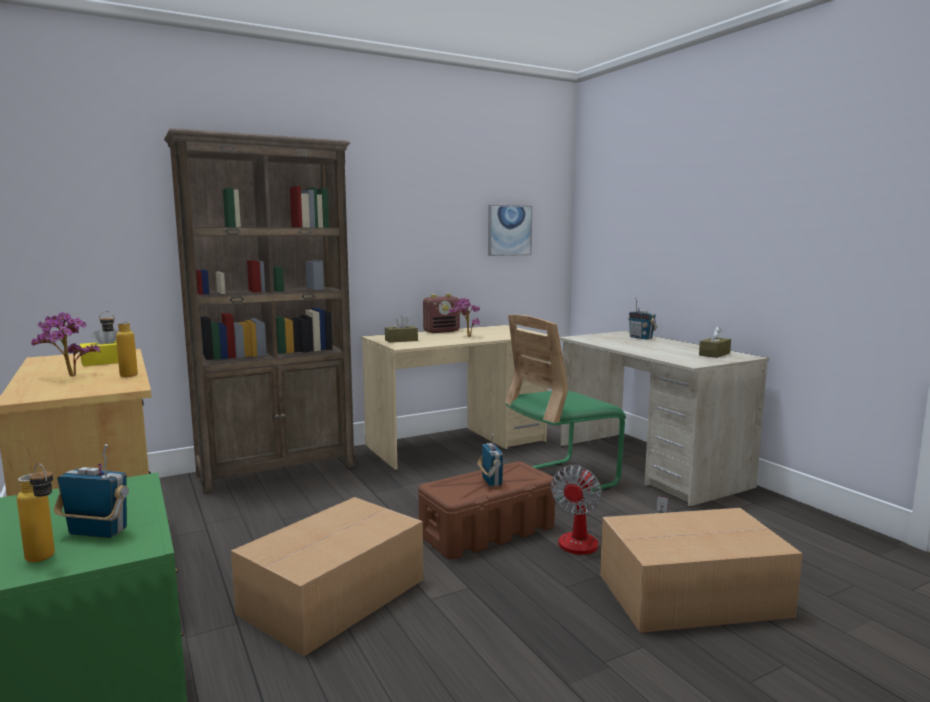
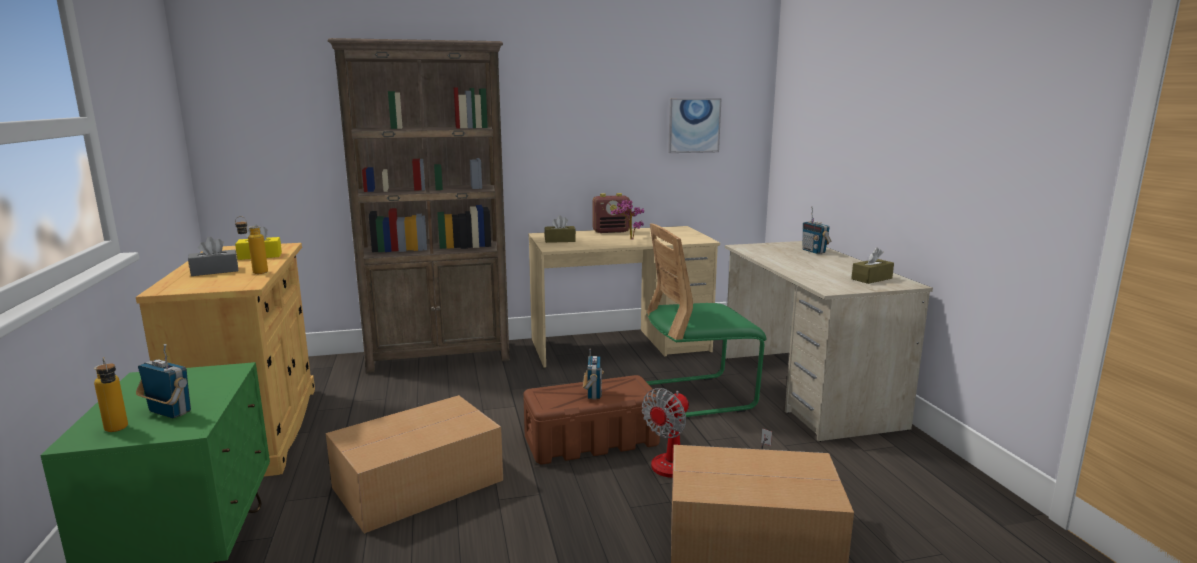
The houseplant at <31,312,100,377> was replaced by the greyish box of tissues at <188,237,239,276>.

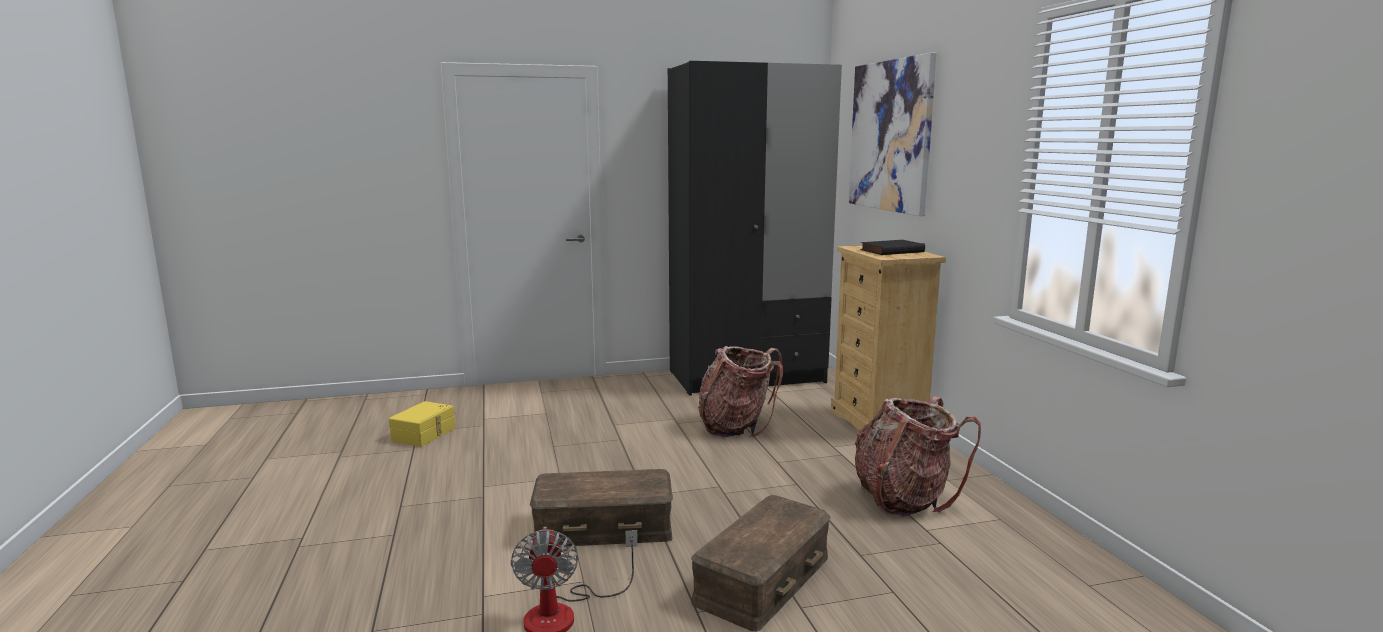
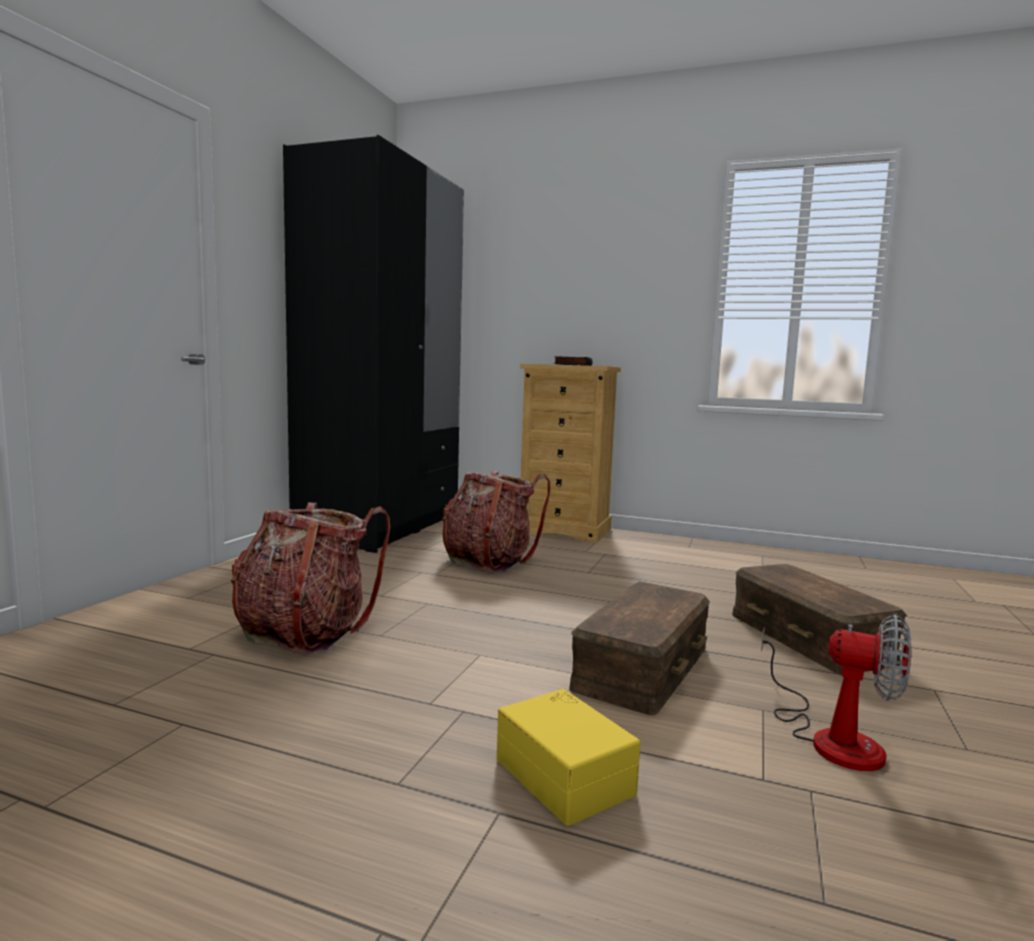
The knapsack moved from <855,396,981,517> to <230,502,390,654>.
The yellow storage box moved from <389,401,455,447> to <497,689,640,826>.
The wall art at <849,52,937,216> disappeared.

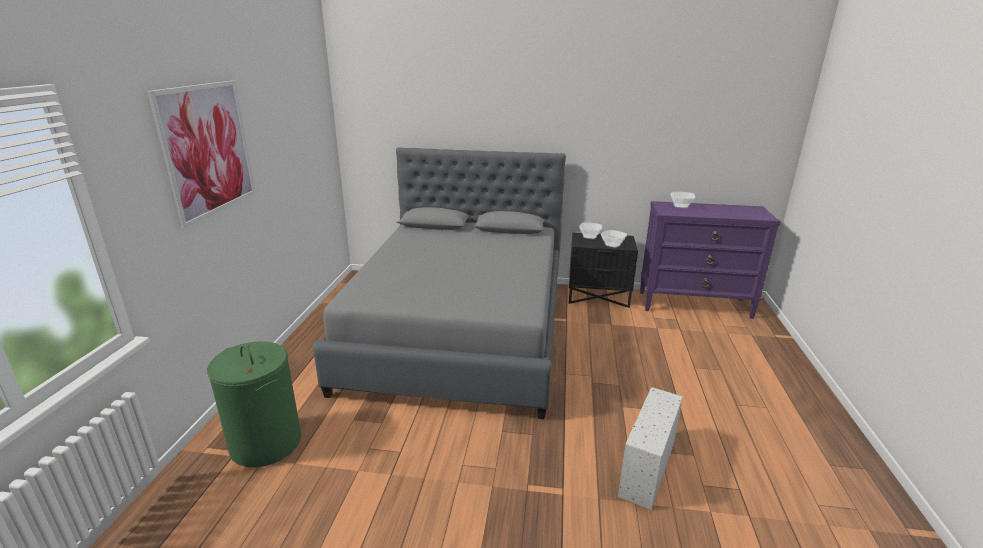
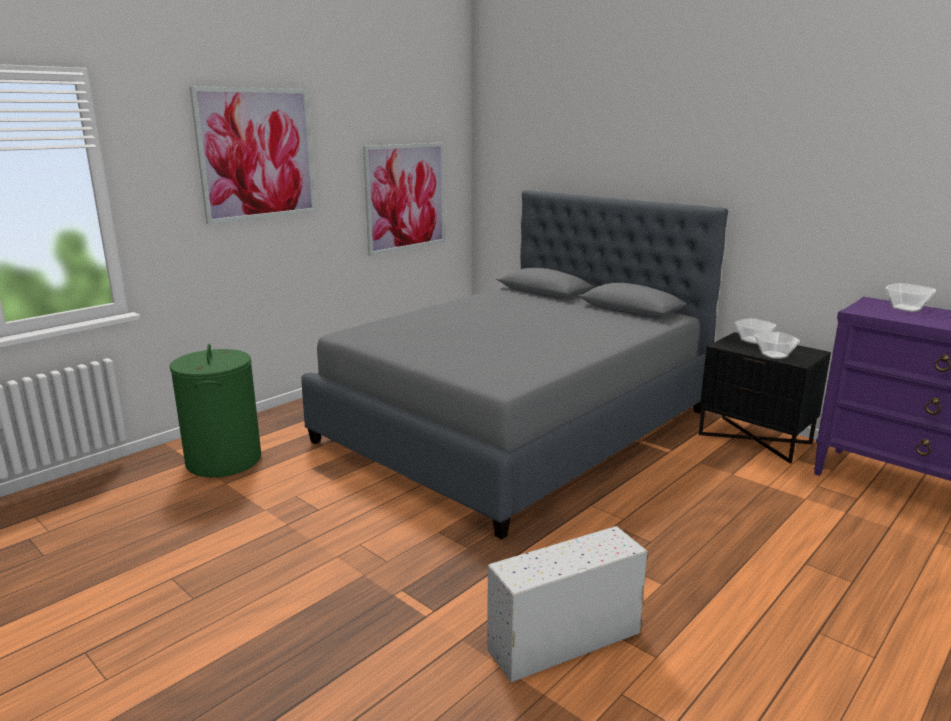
The wall art at <363,143,445,256> appeared.

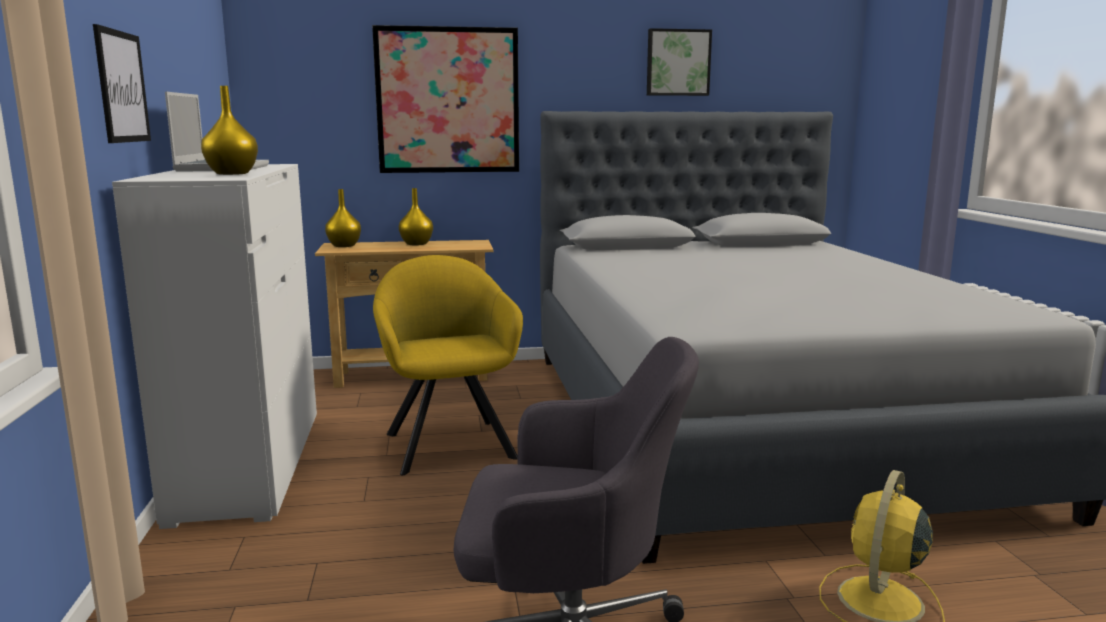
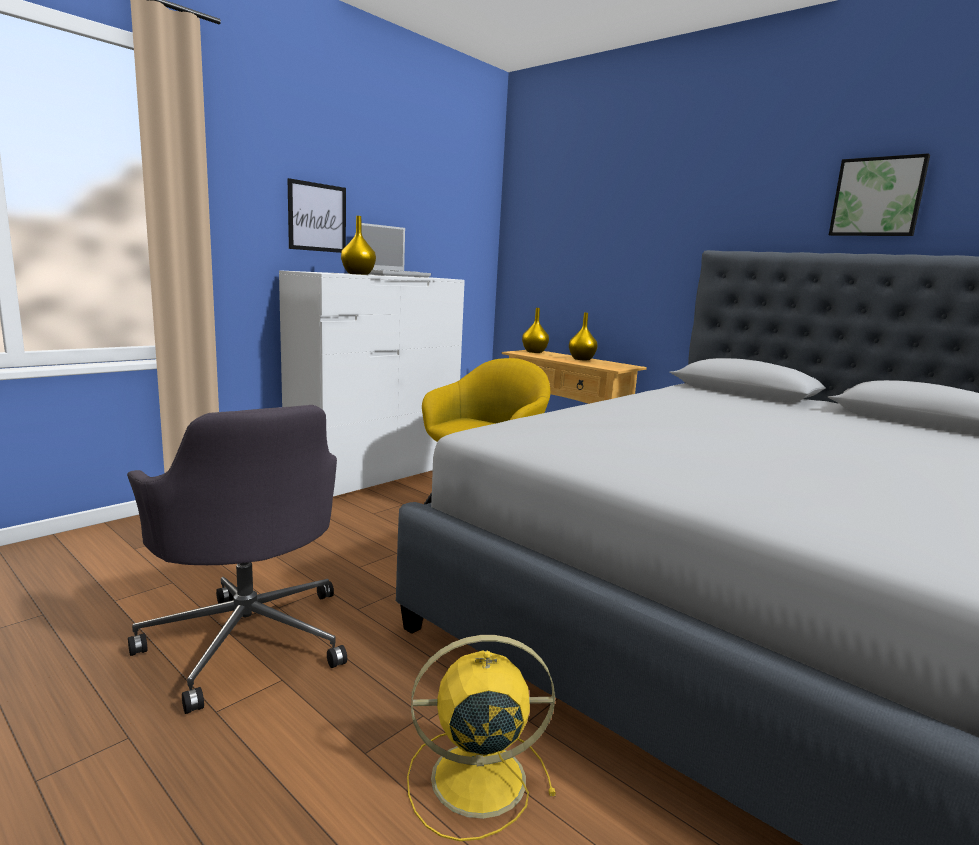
The wall art at <372,25,519,173> disappeared.

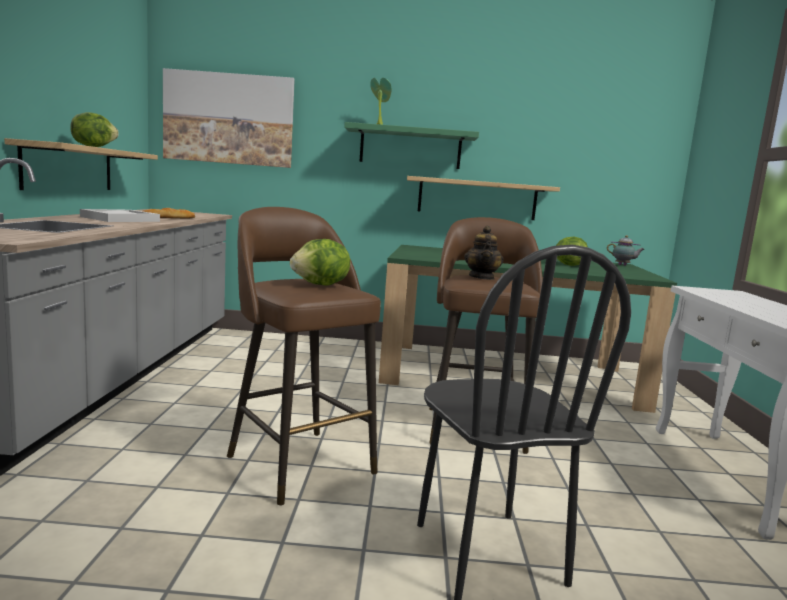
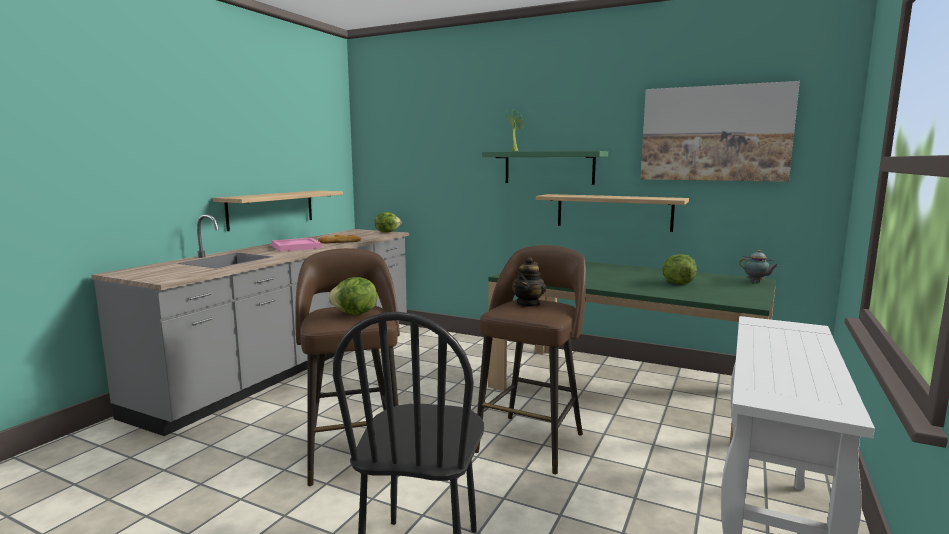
The whitish tray at <80,209,160,222> became the pink-coloured tray at <272,238,322,252>.
The head of lettuce moved from <70,112,119,147> to <374,212,401,233>.
The wall art moved from <163,68,295,168> to <641,81,800,182>.

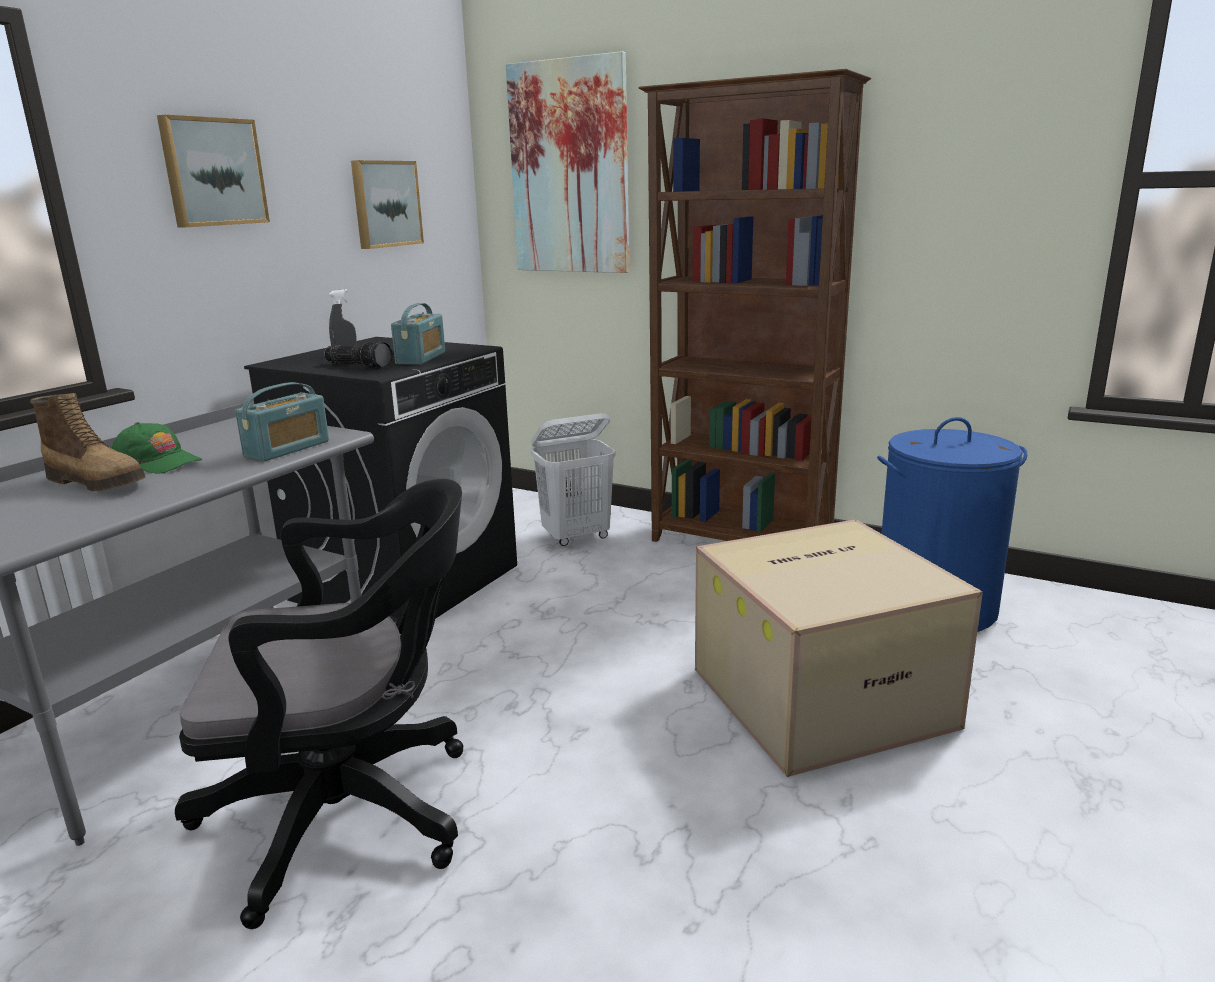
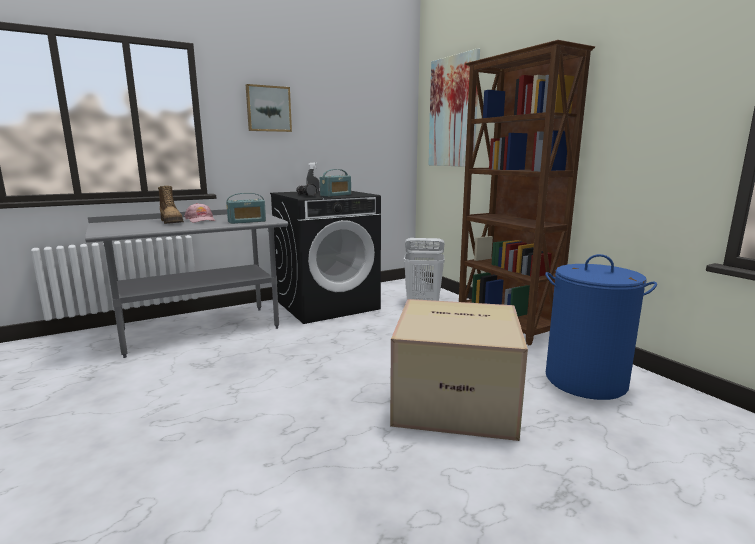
The green baseball cap at <112,422,202,474> became the pink-coloured baseball cap at <184,203,215,223>.
The black computer chair at <175,479,463,929> disappeared.
The wall art at <351,160,424,249> disappeared.

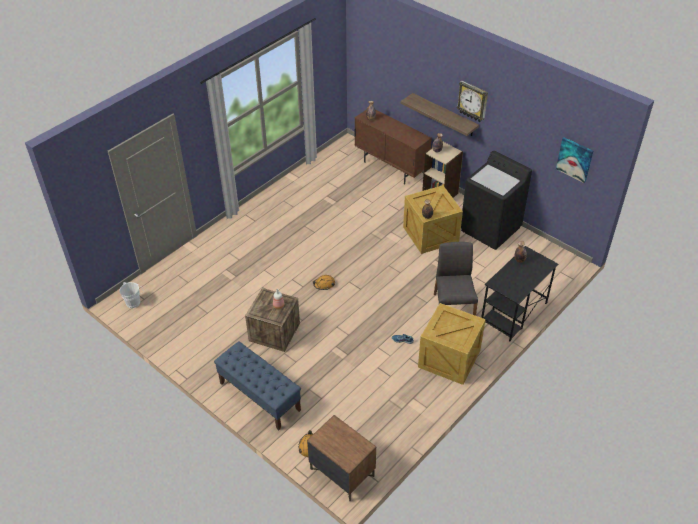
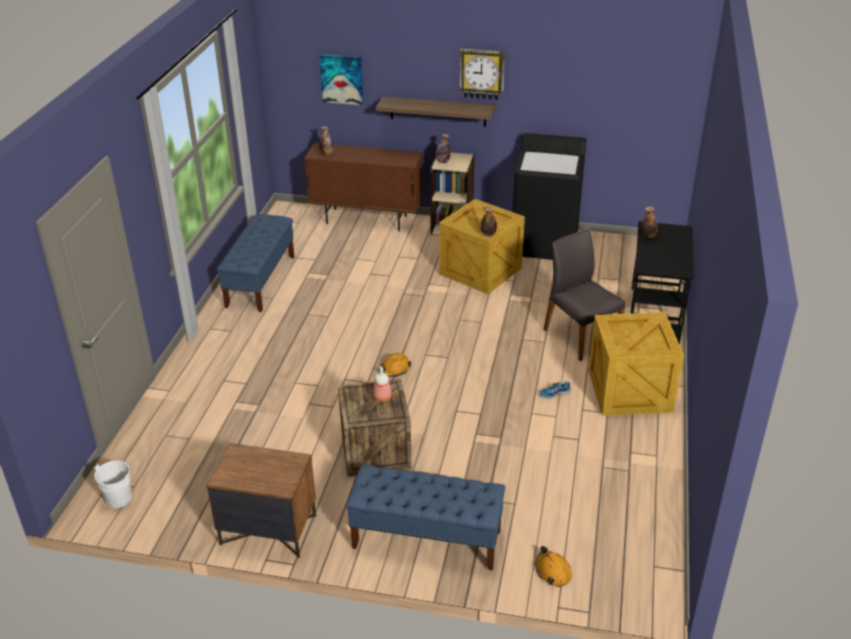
The brown bedside table moved from <307,415,376,501> to <207,443,316,558>.
The blue-coloured bench at <217,214,294,312> appeared.
The wall art moved from <556,137,593,183> to <319,54,363,105>.

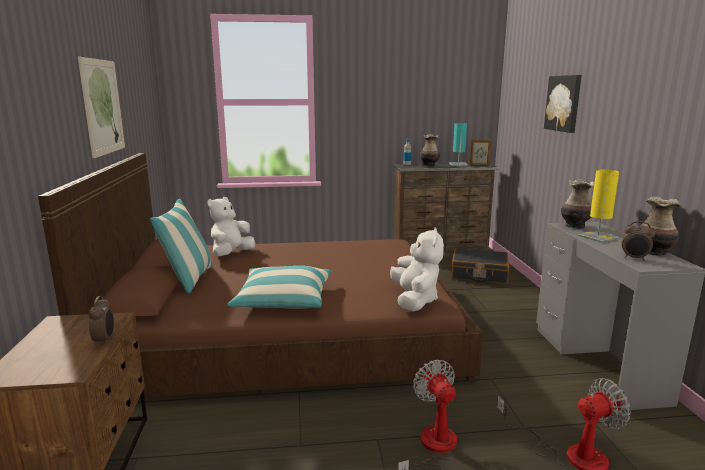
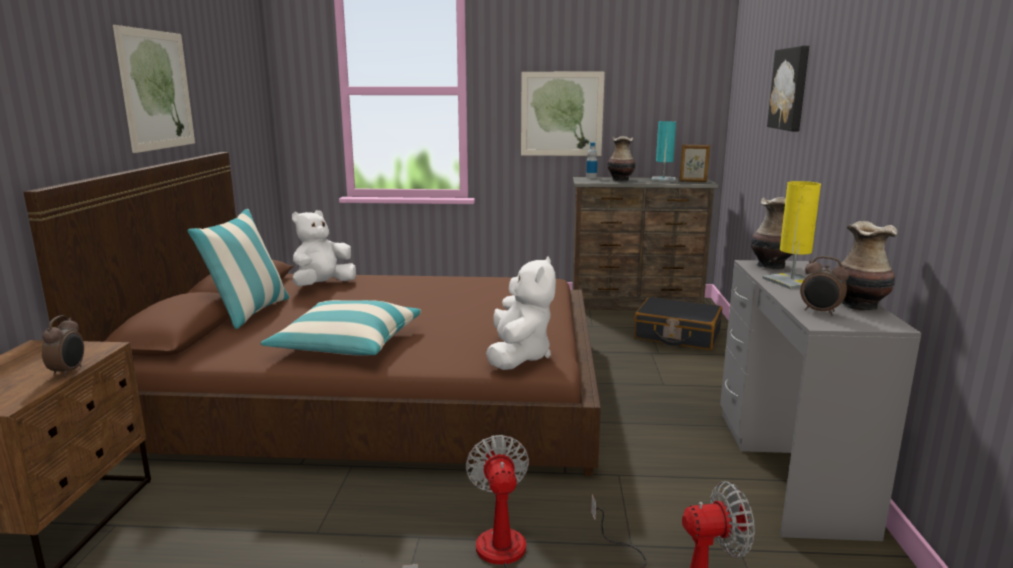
The wall art at <521,72,605,156> appeared.

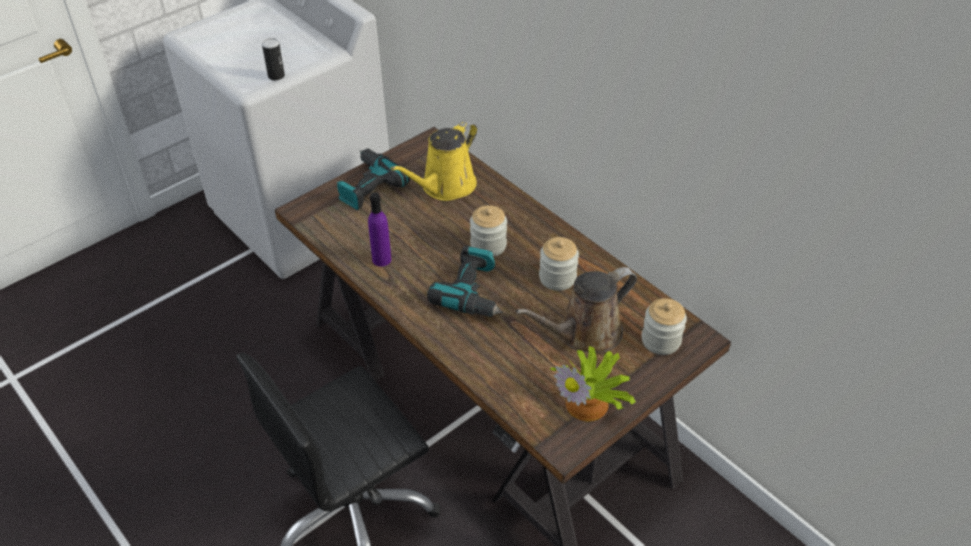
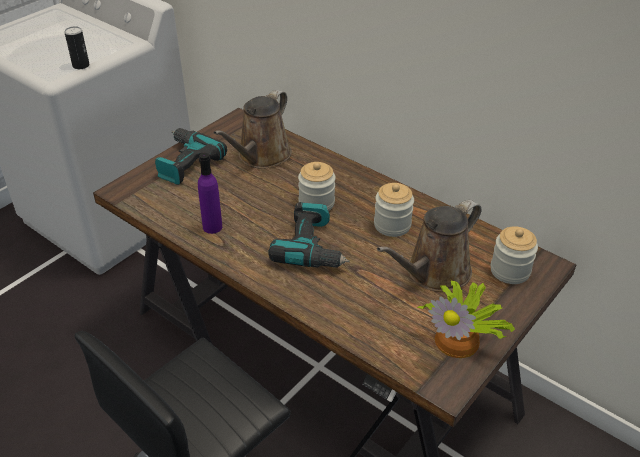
The yellow watering can at <391,121,477,201> became the brown watering can at <213,90,292,169>.

